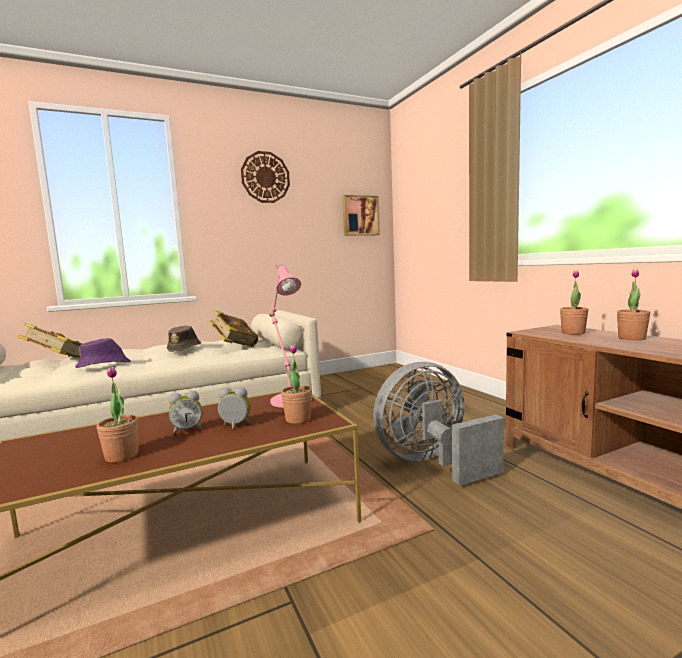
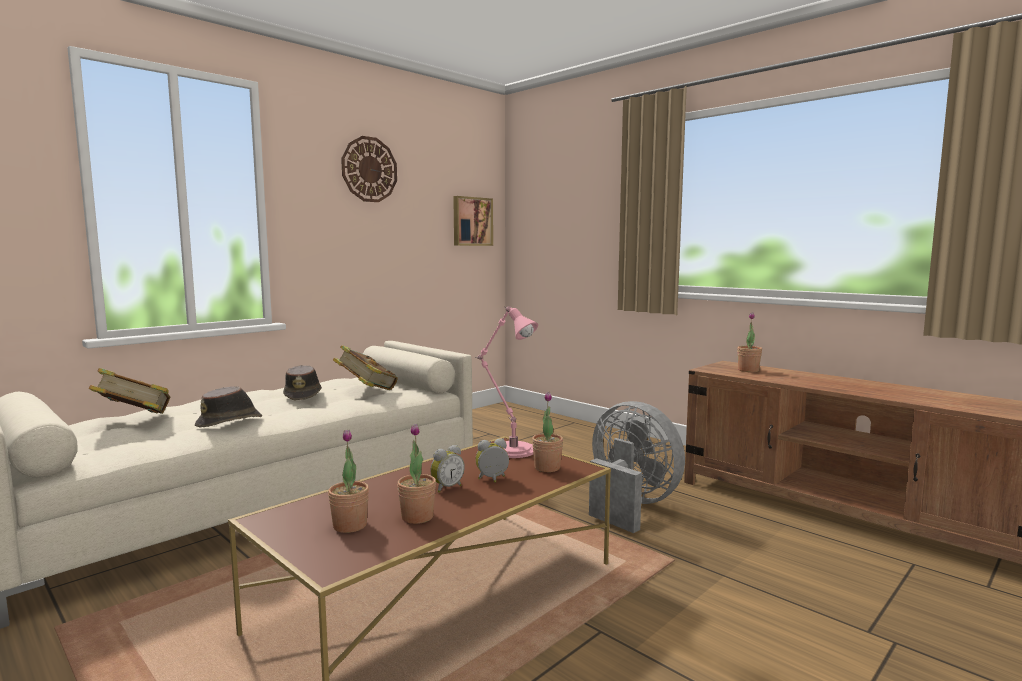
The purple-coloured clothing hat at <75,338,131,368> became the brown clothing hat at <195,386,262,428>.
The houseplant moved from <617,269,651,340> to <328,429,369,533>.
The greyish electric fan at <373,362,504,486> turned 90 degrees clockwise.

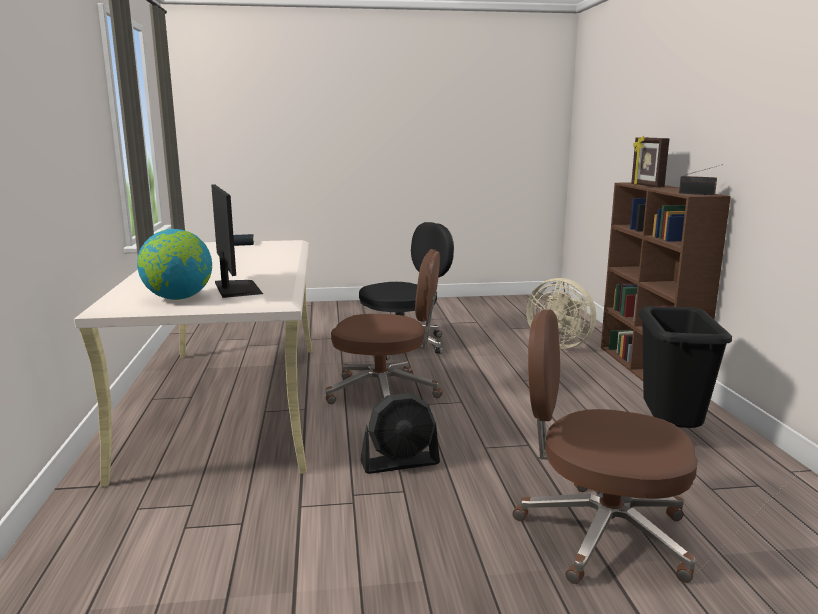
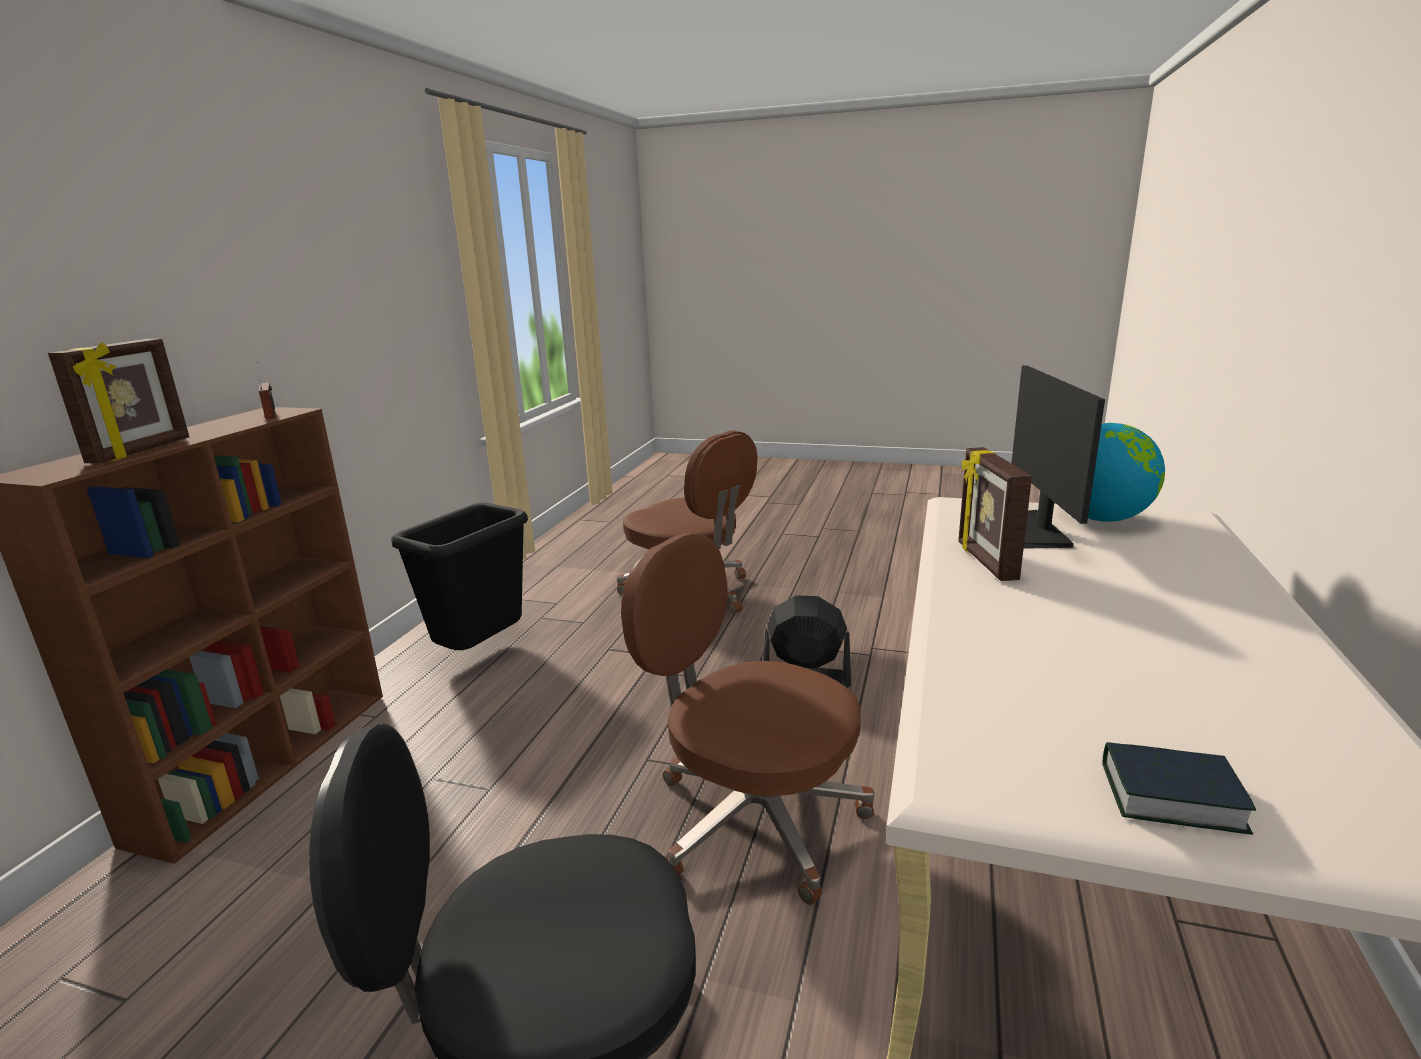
The standing frame at <958,447,1032,581> appeared.
The beige electric fan at <526,278,596,349> disappeared.

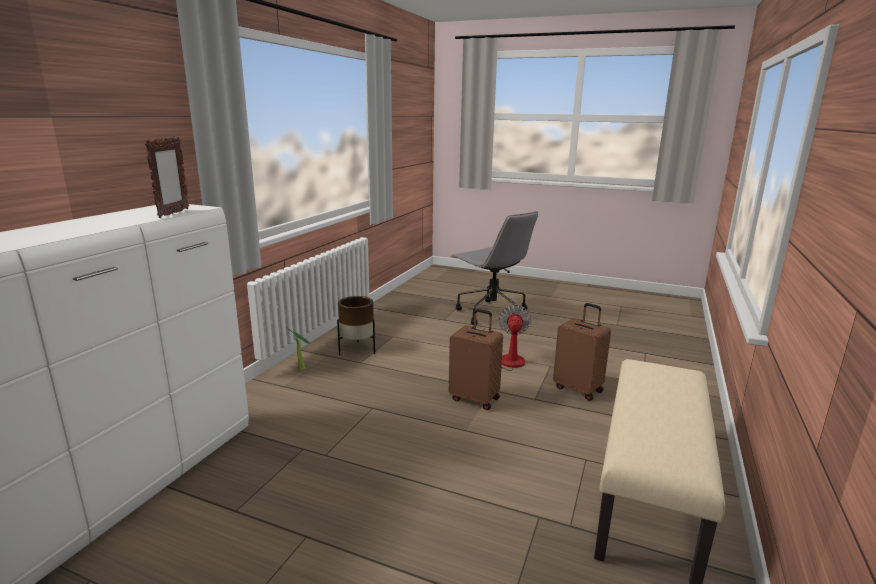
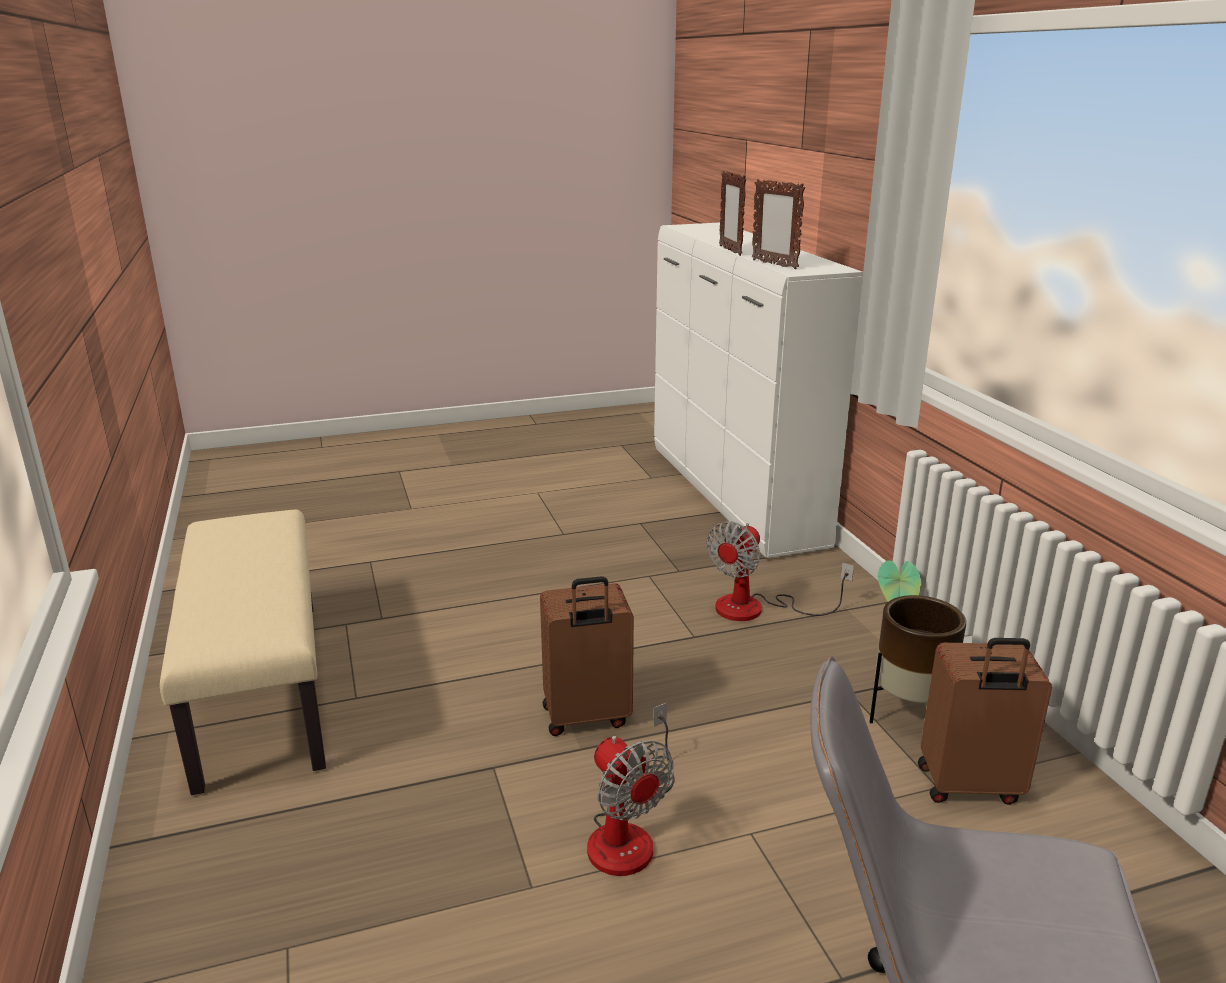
The electric fan at <706,521,854,621> appeared.
The standing frame at <719,171,746,256> appeared.
The brown piece of luggage moved from <553,303,611,401> to <918,638,1052,805>.

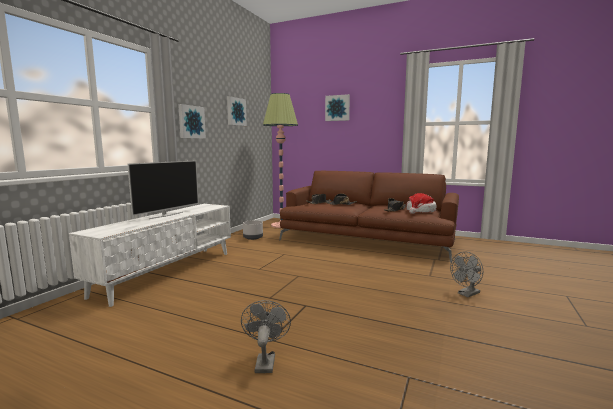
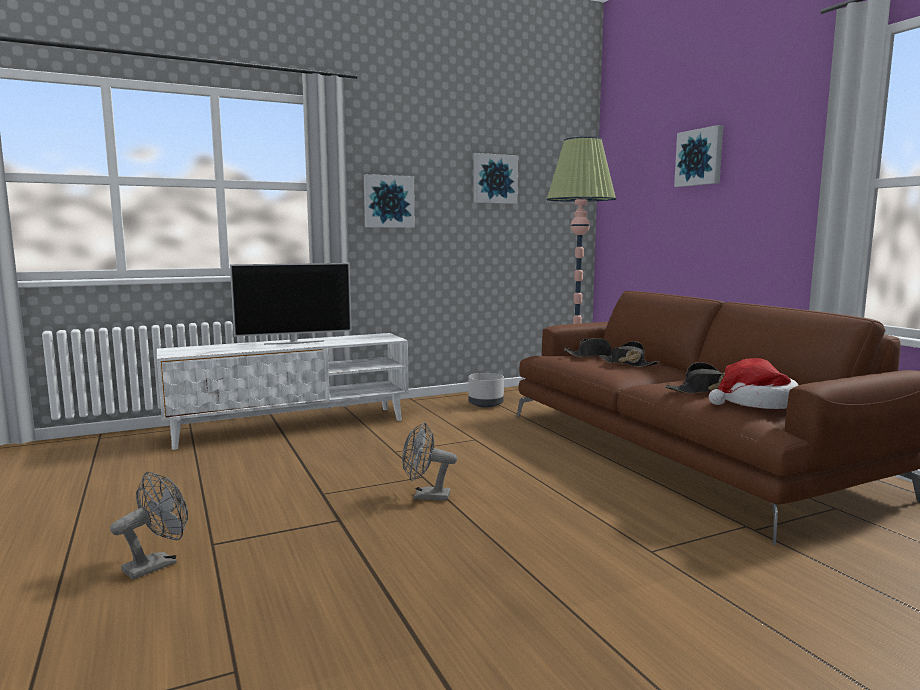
The greyish electric fan moved from <450,252,483,297> to <402,422,457,501>.

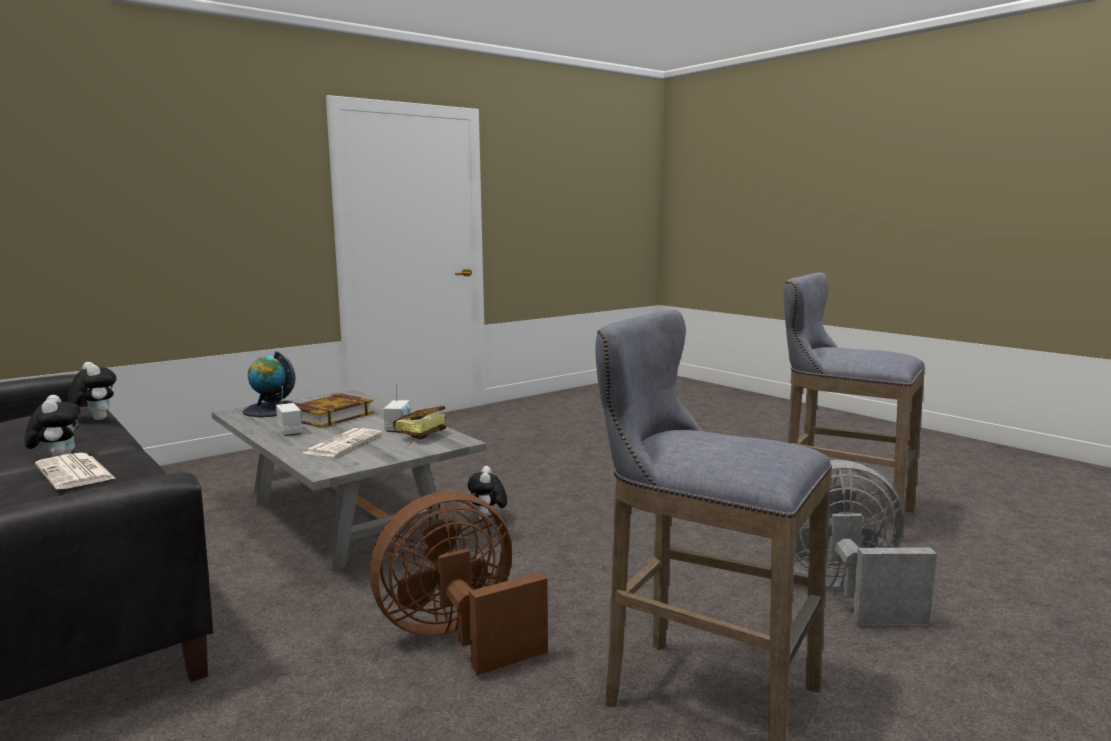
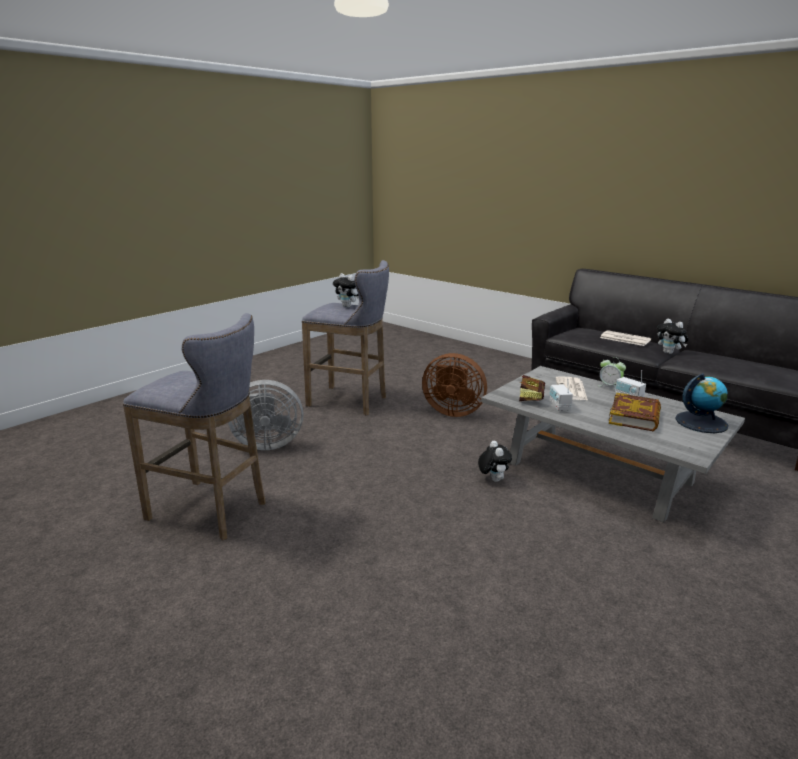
The plush toy moved from <68,362,117,420> to <333,273,359,308>.
The brown electric fan at <370,491,548,675> turned 60 degrees clockwise.
The table clock at <599,357,626,390> appeared.

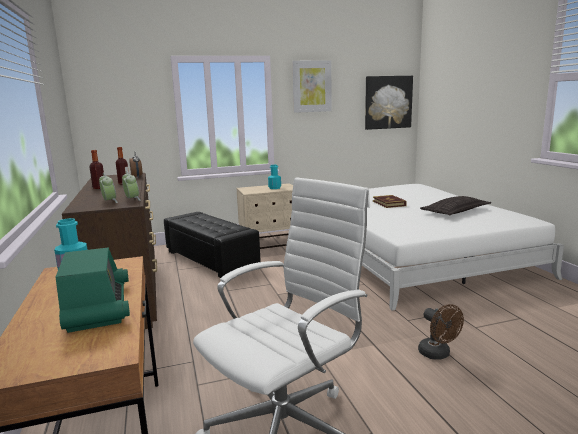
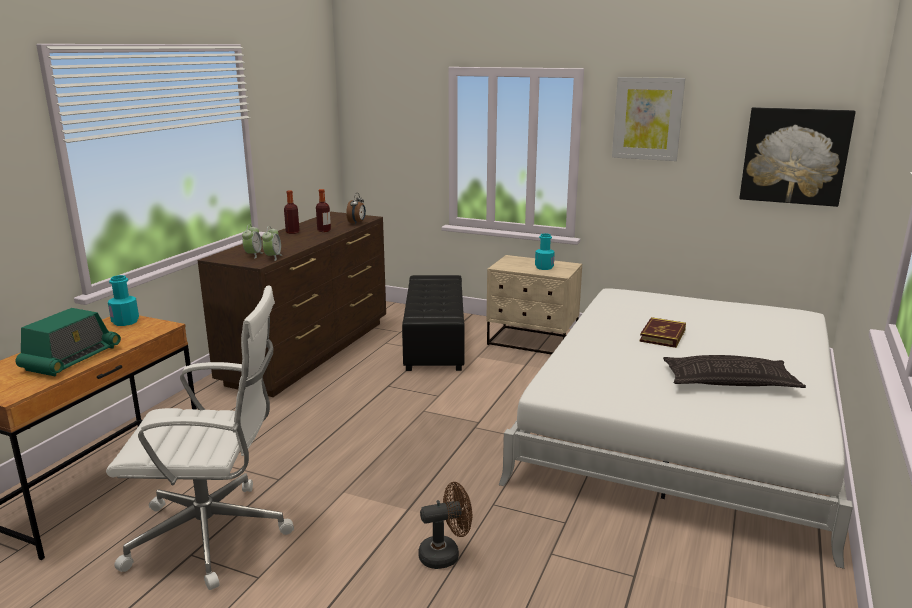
The brown electric fan at <418,304,464,360> turned 120 degrees counterclockwise.

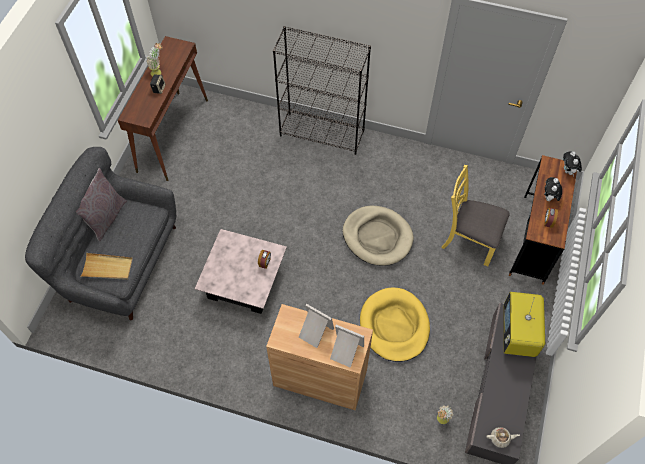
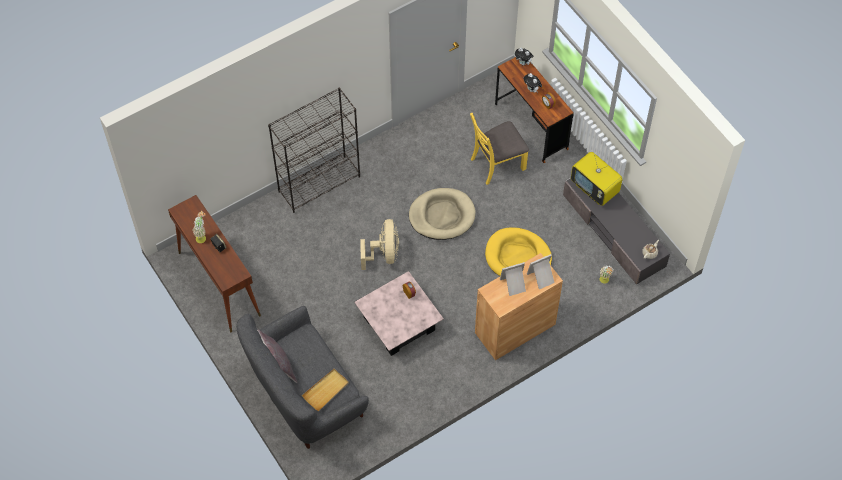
The beige electric fan at <360,219,399,270> appeared.

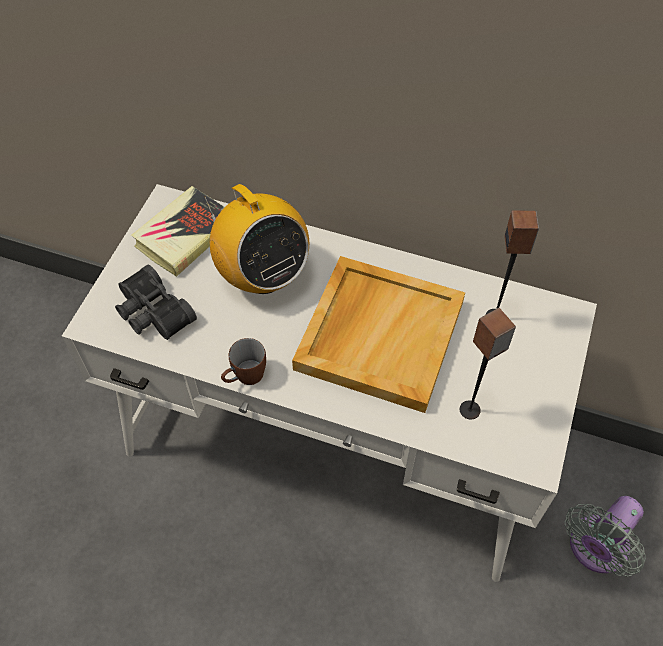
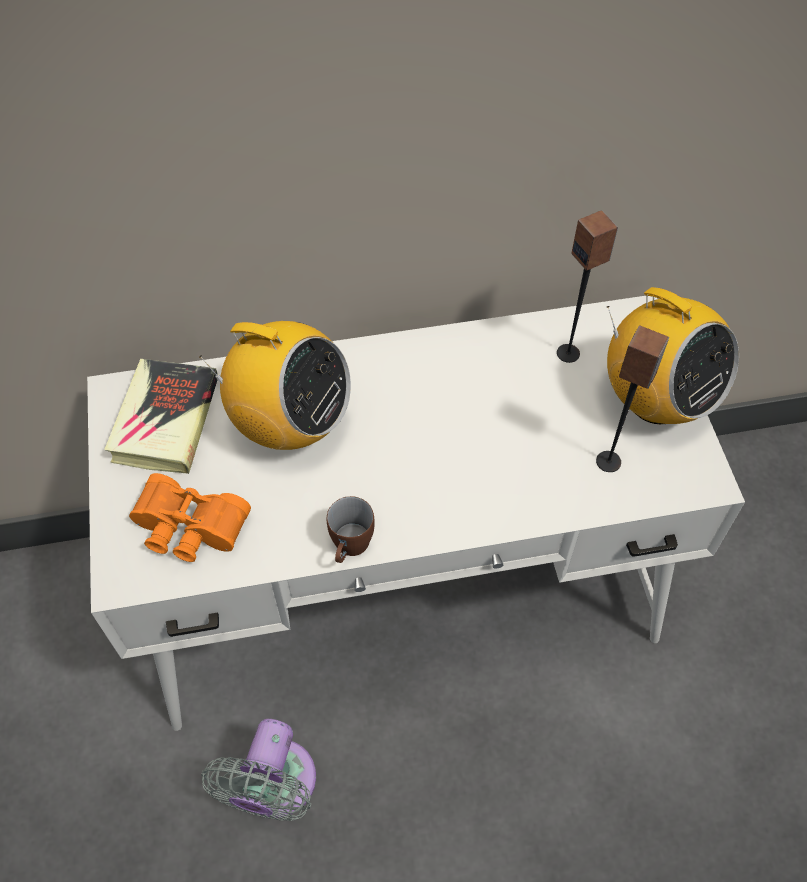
The black binoculars at <115,265,197,340> became the orange binoculars at <129,473,251,562>.
The greyish electric fan moved from <565,496,646,577> to <201,719,316,821>.
The radio receiver at <606,287,739,424> appeared.
The beige tray at <292,256,465,413> disappeared.

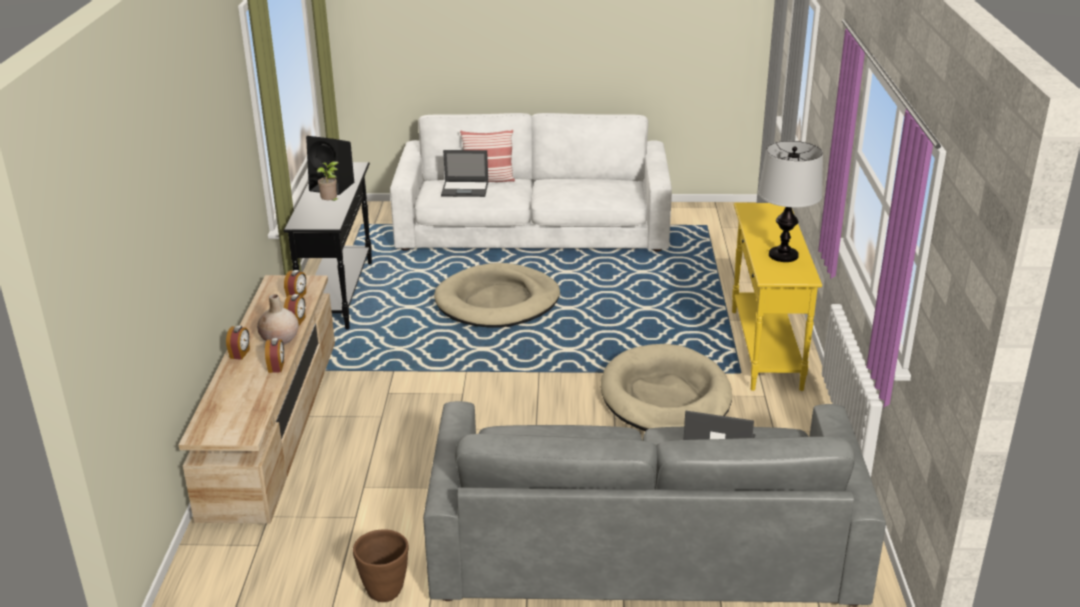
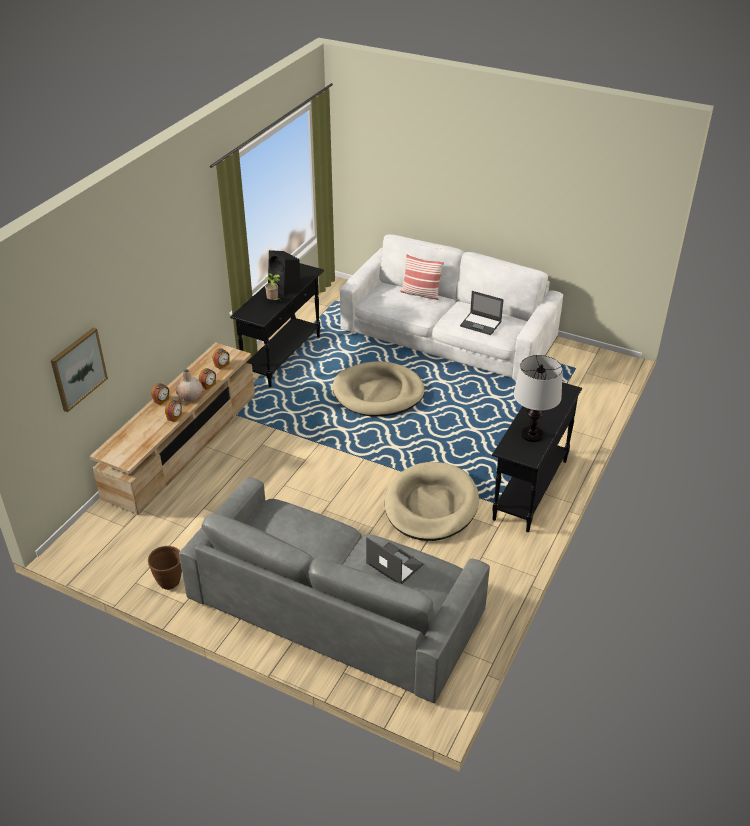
The wall art at <51,327,108,412> appeared.
The laptop moved from <441,150,488,197> to <460,291,504,335>.
The yellow narrow table at <732,203,822,391> became the black narrow table at <492,382,582,532>.

